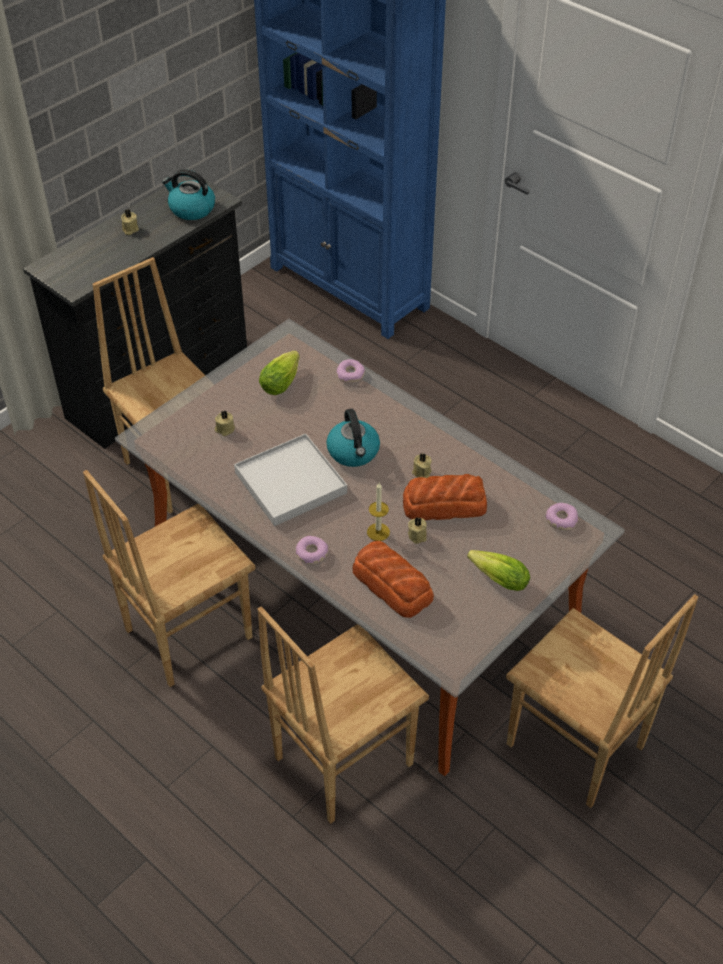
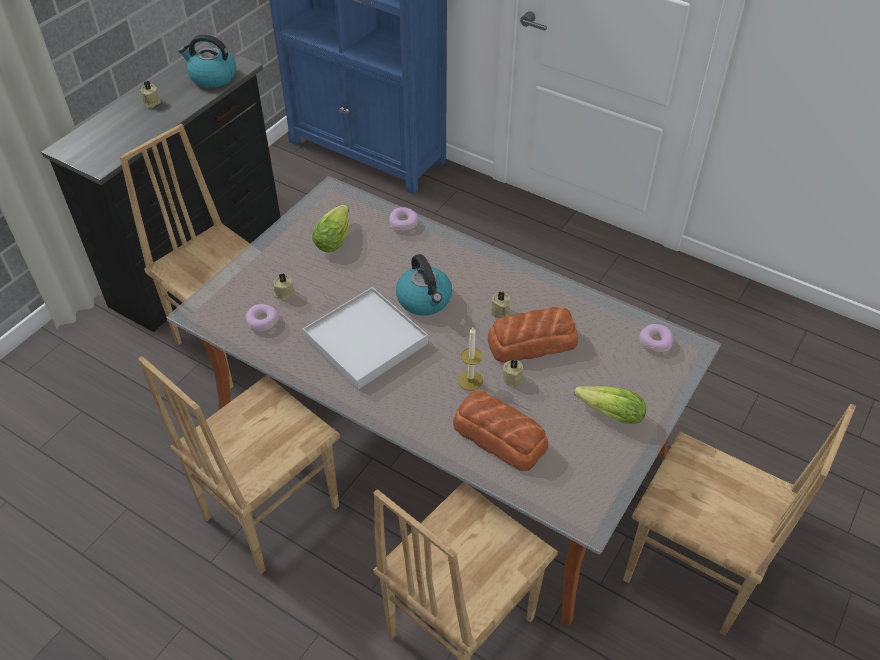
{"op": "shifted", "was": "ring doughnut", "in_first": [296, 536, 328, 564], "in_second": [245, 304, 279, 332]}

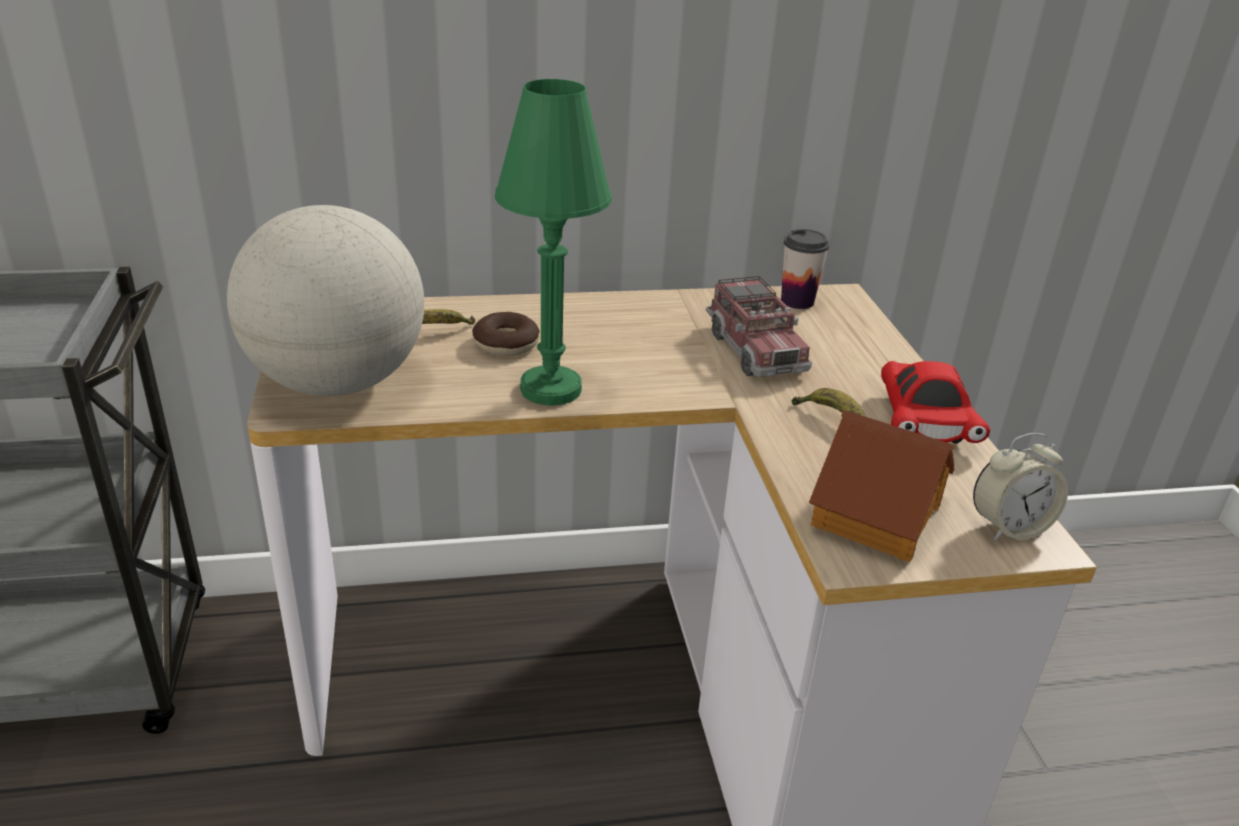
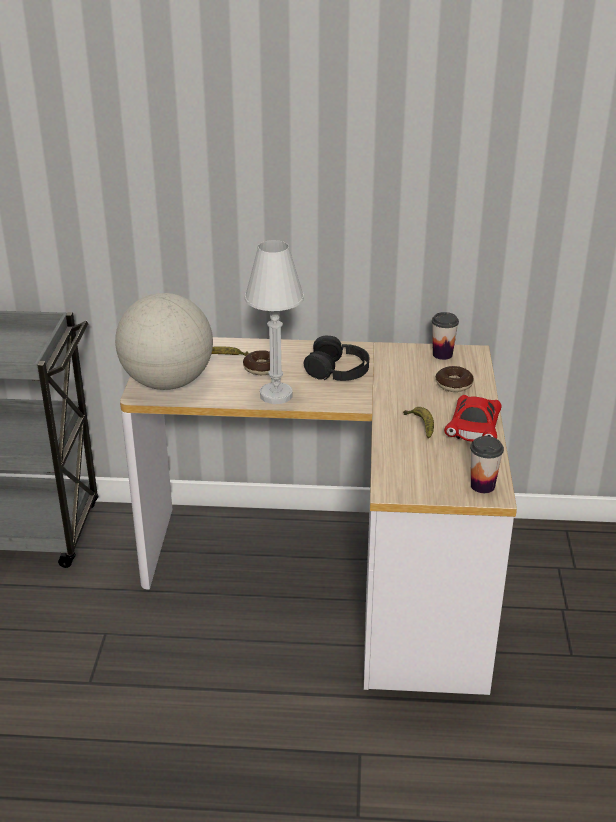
{"op": "repainted", "was": "greenish table lamp", "now": "white-coloured table lamp", "in_first": [495, 79, 612, 406], "in_second": [245, 240, 304, 404]}
{"op": "gone", "was": "model truck", "in_first": [706, 276, 812, 377]}
{"op": "gone", "was": "toy house", "in_first": [809, 410, 955, 562]}
{"op": "swapped", "was": "bedside clock", "now": "cup", "in_first": [973, 433, 1068, 541], "in_second": [470, 436, 504, 493]}
{"op": "new", "now": "blackish headphones", "in_second": [304, 336, 369, 381]}
{"op": "new", "now": "ring doughnut", "in_second": [436, 366, 474, 392]}

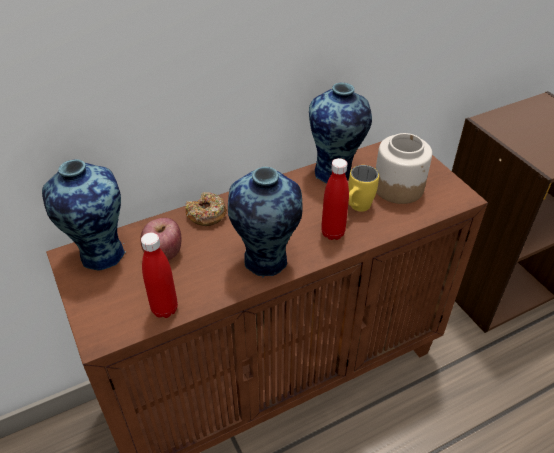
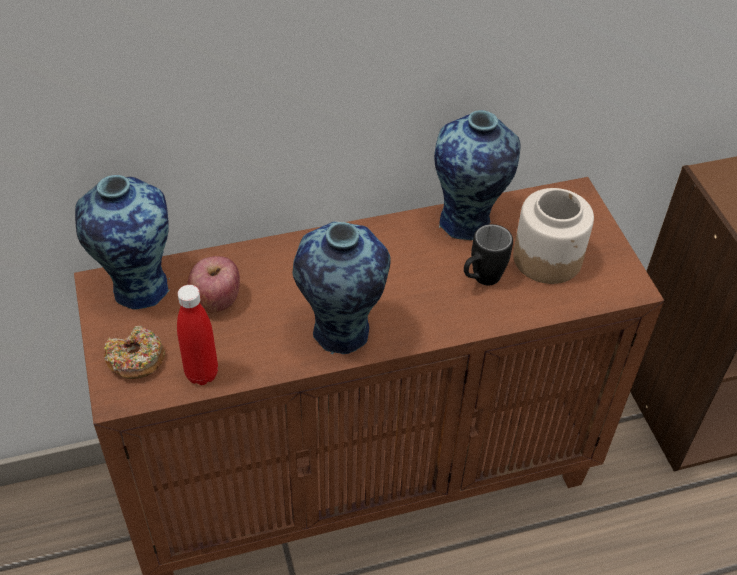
{"op": "gone", "was": "reddish beverage bottle", "in_first": [321, 158, 349, 240]}
{"op": "repainted", "was": "yellow-coloured mug", "now": "blackish mug", "in_first": [348, 165, 379, 212], "in_second": [464, 224, 513, 285]}
{"op": "shifted", "was": "ring doughnut", "in_first": [185, 192, 227, 226], "in_second": [104, 326, 165, 379]}

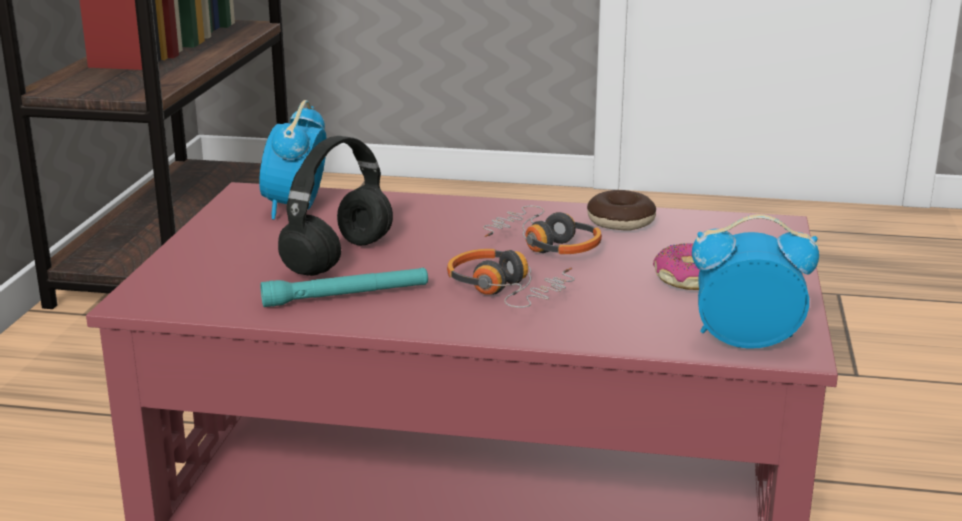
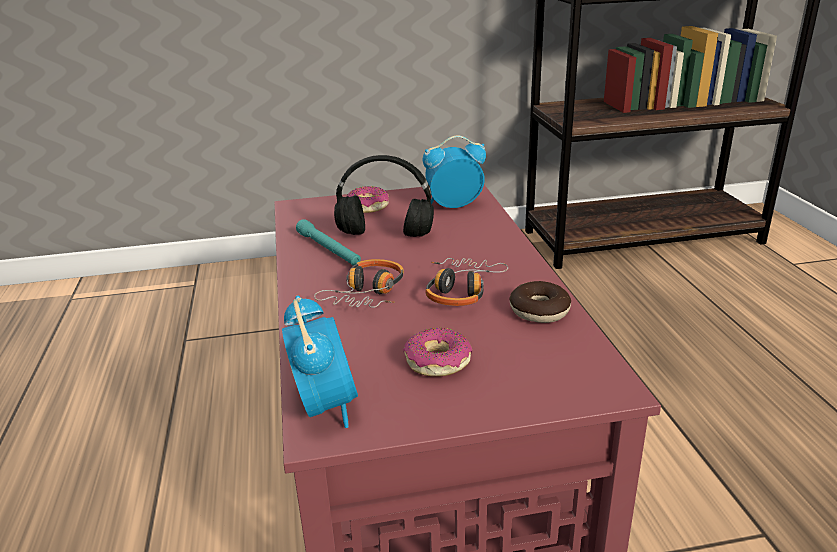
{"op": "new", "now": "ring doughnut", "in_second": [346, 186, 389, 213]}

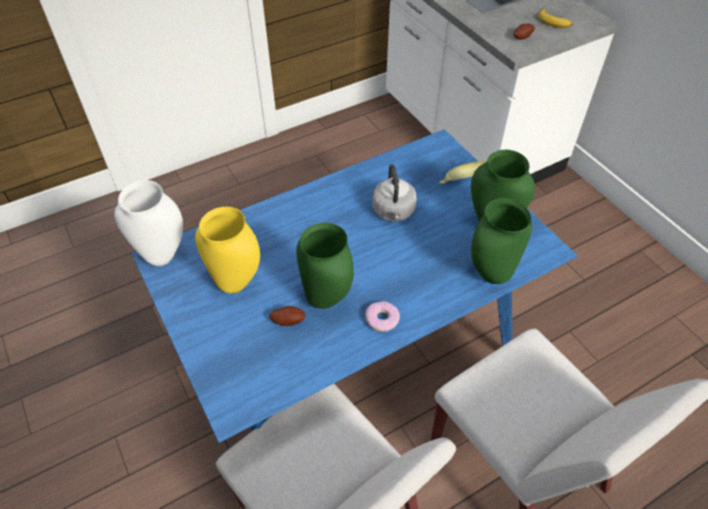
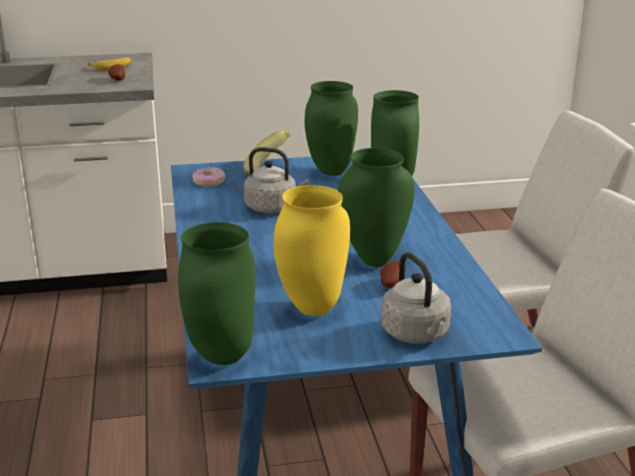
{"op": "repainted", "was": "white-coloured vase", "now": "greenish vase", "in_first": [114, 180, 183, 266], "in_second": [178, 222, 255, 365]}
{"op": "shifted", "was": "ring doughnut", "in_first": [365, 301, 400, 332], "in_second": [192, 167, 225, 187]}
{"op": "new", "now": "greyish water kettle", "in_second": [381, 252, 451, 344]}

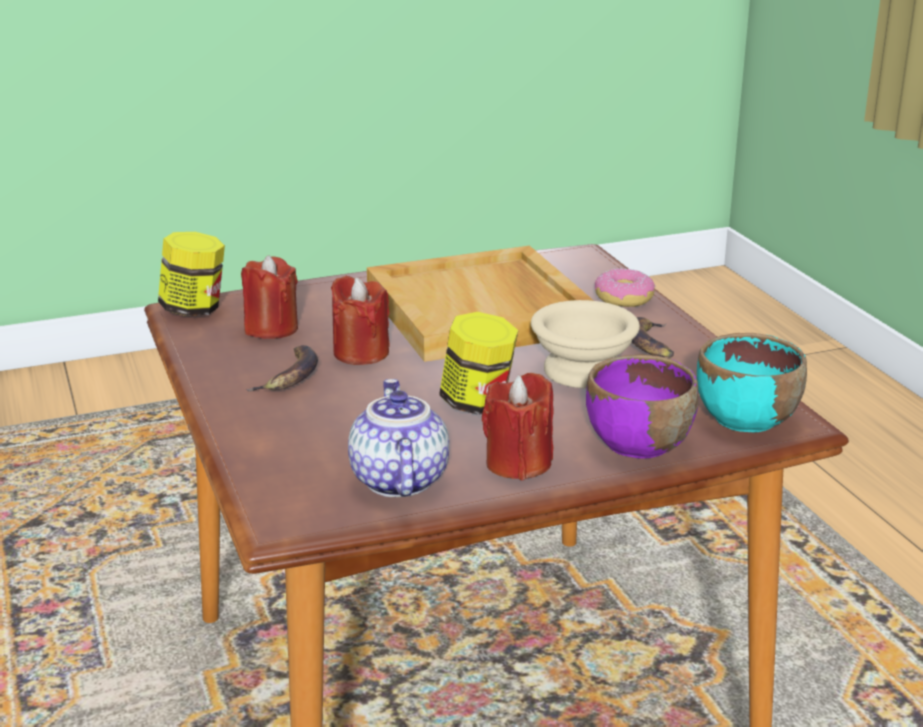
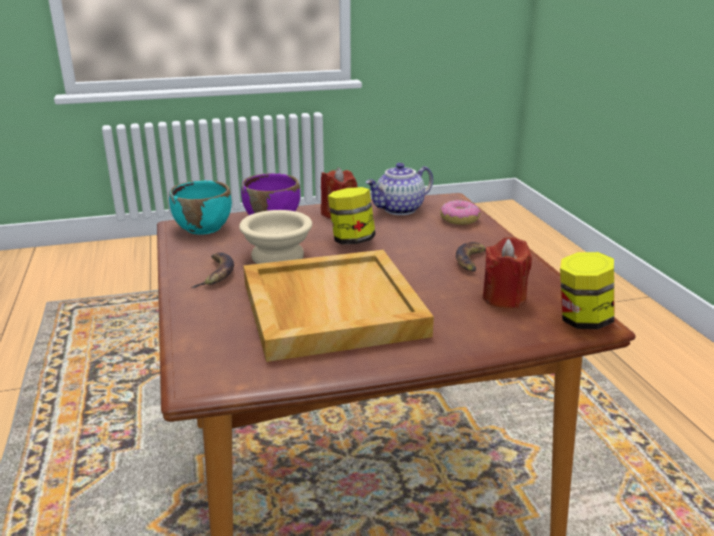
{"op": "shifted", "was": "ring doughnut", "in_first": [595, 268, 655, 307], "in_second": [440, 200, 480, 225]}
{"op": "gone", "was": "reddish candle", "in_first": [331, 276, 390, 365]}
{"op": "rotated", "was": "pot for tea", "in_first": [348, 379, 449, 497], "in_second": [365, 163, 433, 215], "clockwise": 60}

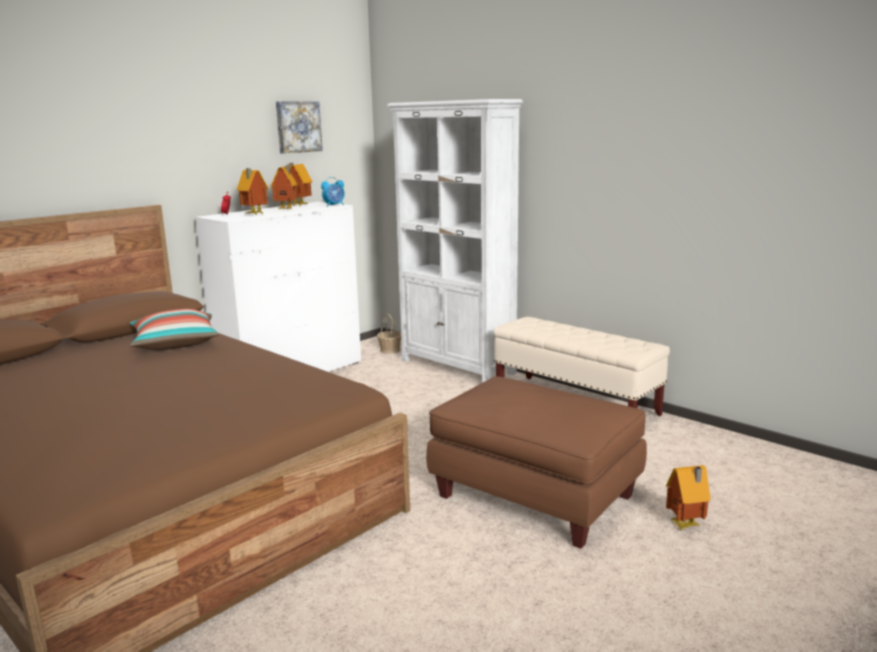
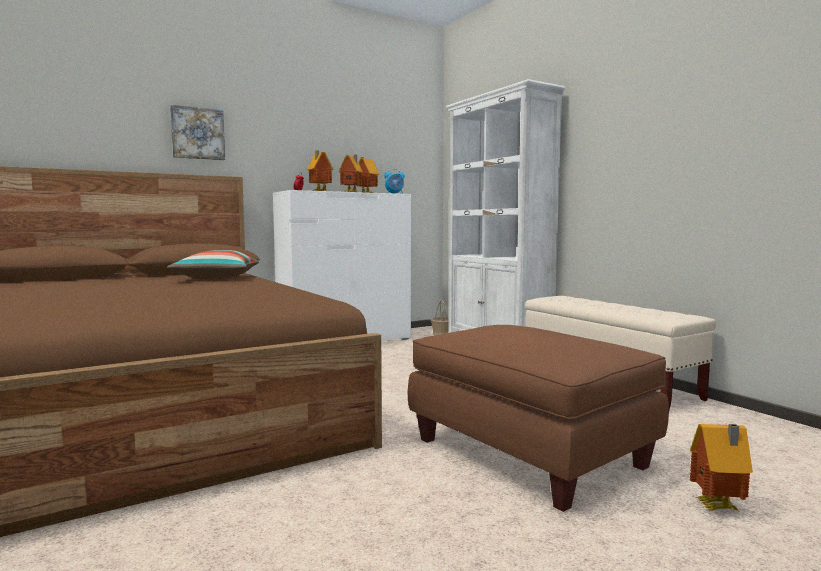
{"op": "shifted", "was": "wall art", "in_first": [276, 101, 323, 154], "in_second": [170, 105, 225, 160]}

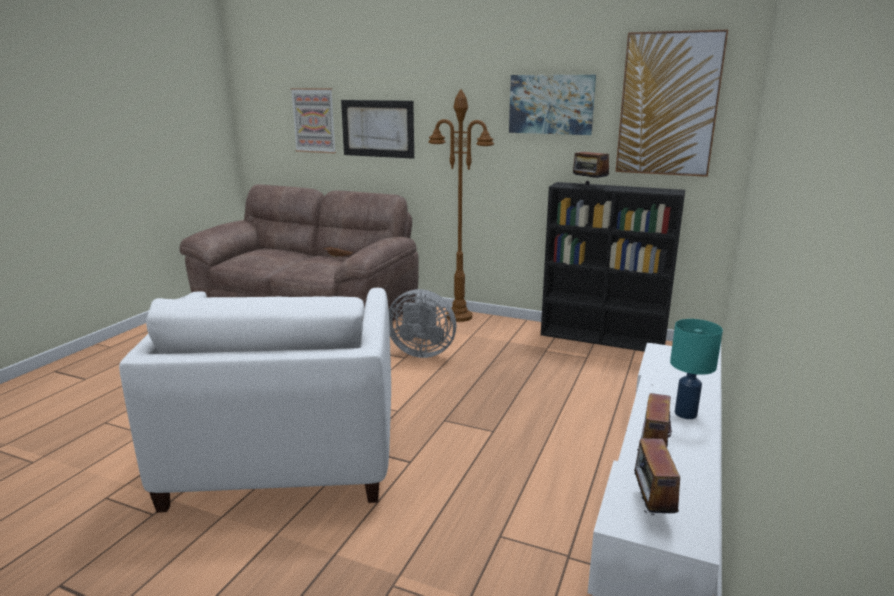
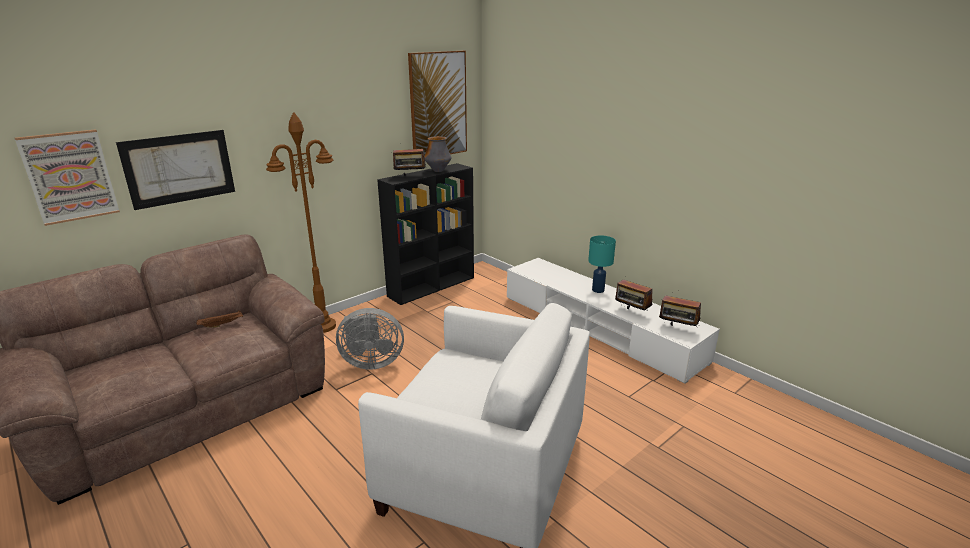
{"op": "gone", "was": "wall art", "in_first": [509, 75, 596, 135]}
{"op": "rotated", "was": "greyish fan", "in_first": [389, 289, 456, 358], "in_second": [336, 308, 404, 370], "clockwise": 45}
{"op": "new", "now": "vase", "in_second": [424, 136, 452, 172]}

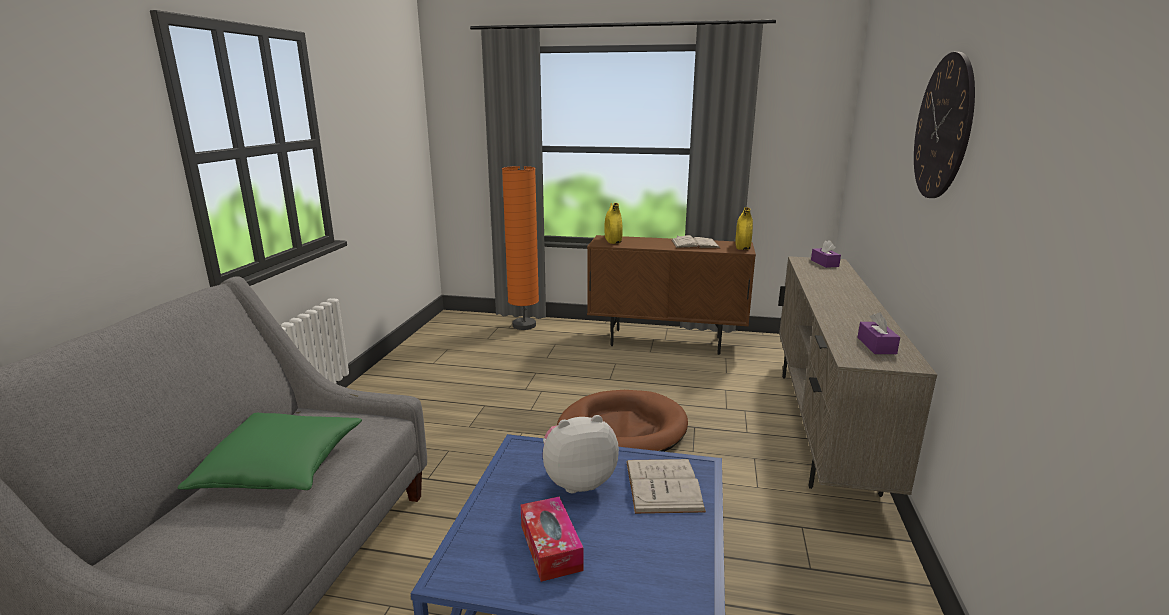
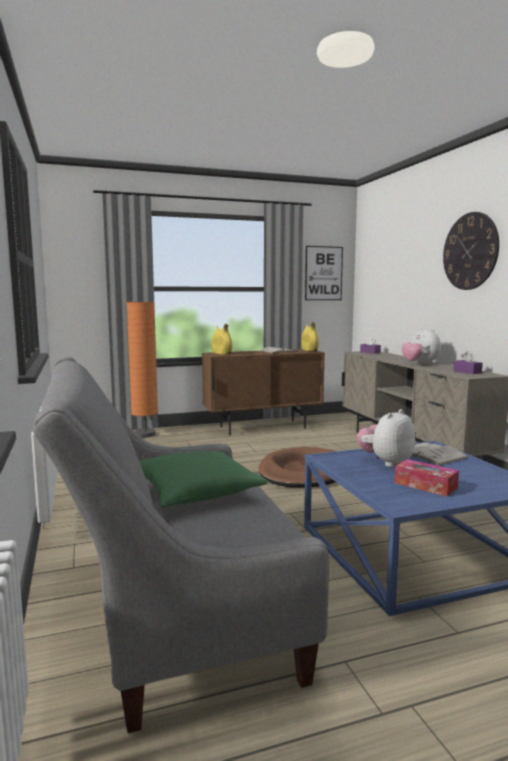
{"op": "new", "now": "wall art", "in_second": [305, 246, 343, 300]}
{"op": "new", "now": "plush toy", "in_second": [401, 328, 441, 365]}

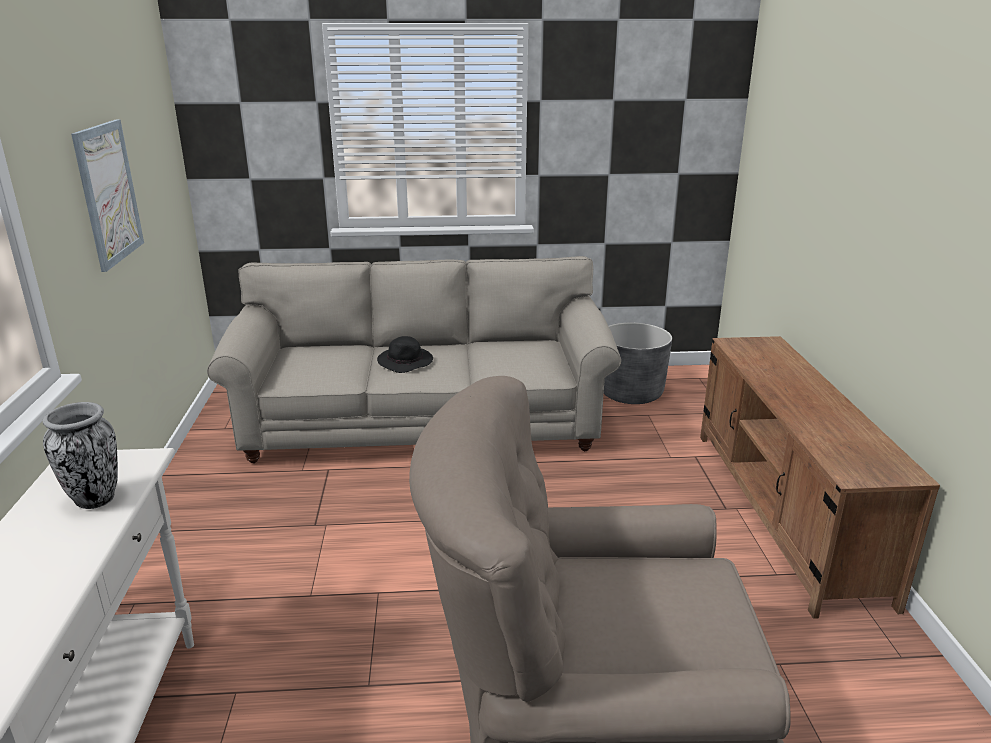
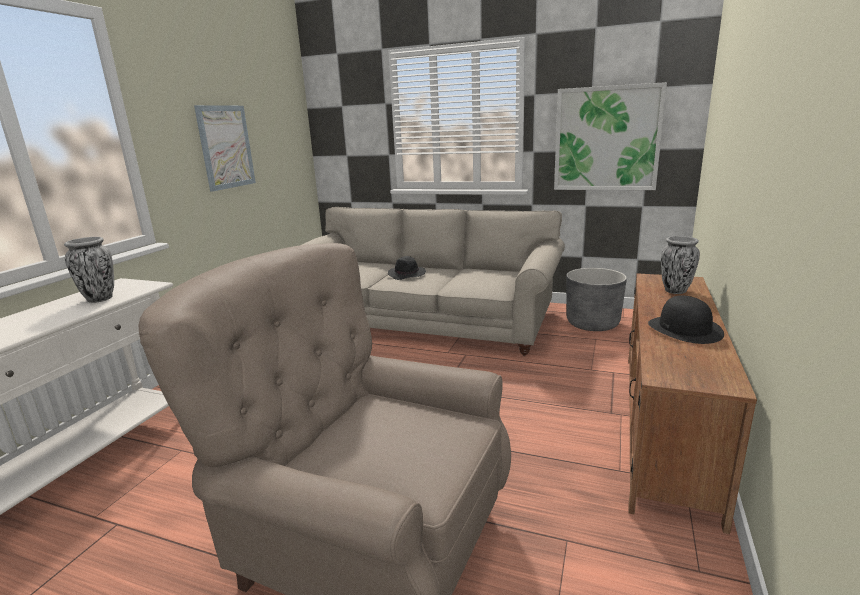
{"op": "new", "now": "wall art", "in_second": [554, 82, 667, 190]}
{"op": "new", "now": "vase", "in_second": [661, 236, 700, 294]}
{"op": "new", "now": "blackish wearable hat", "in_second": [648, 295, 724, 344]}

